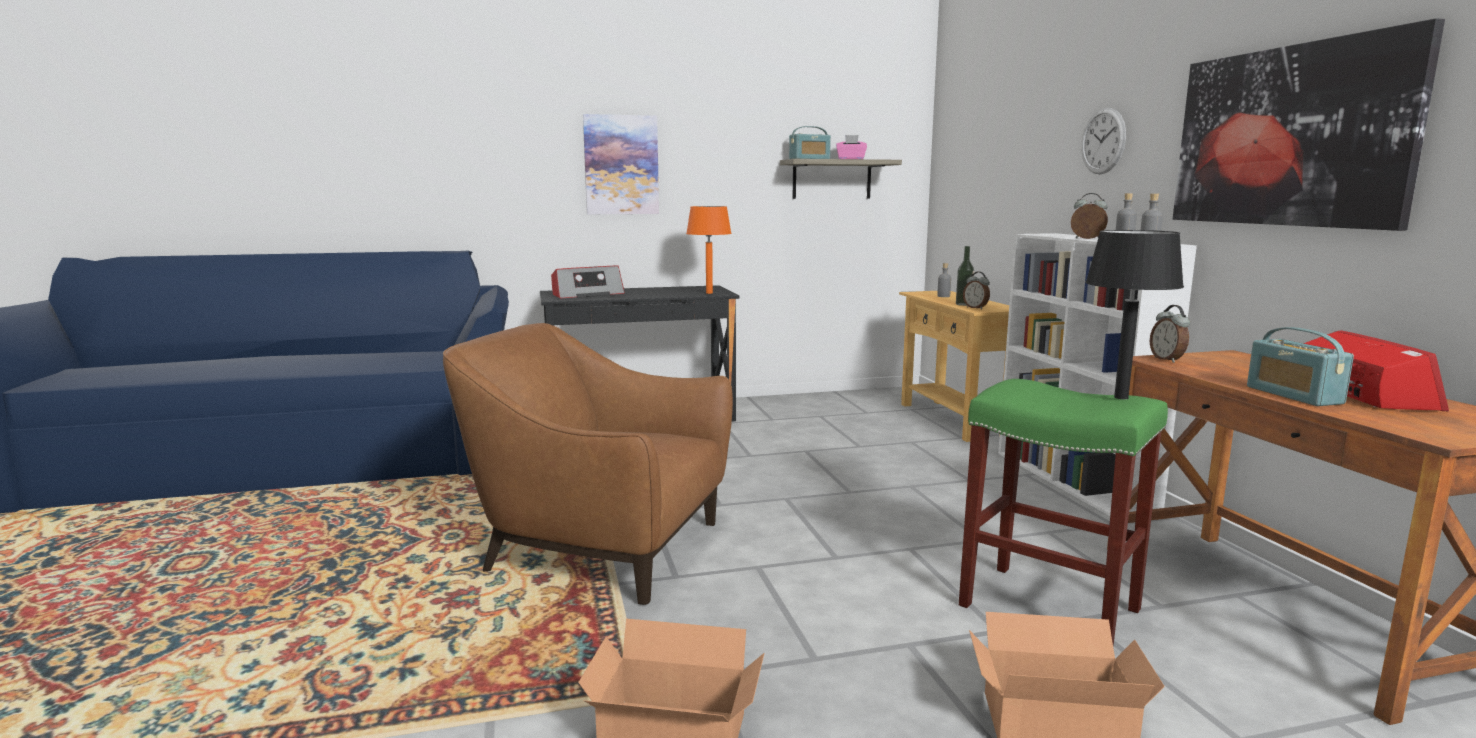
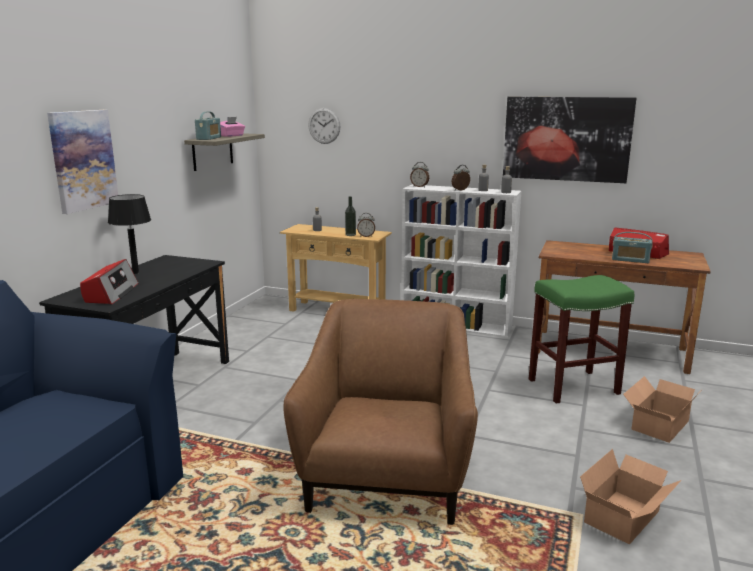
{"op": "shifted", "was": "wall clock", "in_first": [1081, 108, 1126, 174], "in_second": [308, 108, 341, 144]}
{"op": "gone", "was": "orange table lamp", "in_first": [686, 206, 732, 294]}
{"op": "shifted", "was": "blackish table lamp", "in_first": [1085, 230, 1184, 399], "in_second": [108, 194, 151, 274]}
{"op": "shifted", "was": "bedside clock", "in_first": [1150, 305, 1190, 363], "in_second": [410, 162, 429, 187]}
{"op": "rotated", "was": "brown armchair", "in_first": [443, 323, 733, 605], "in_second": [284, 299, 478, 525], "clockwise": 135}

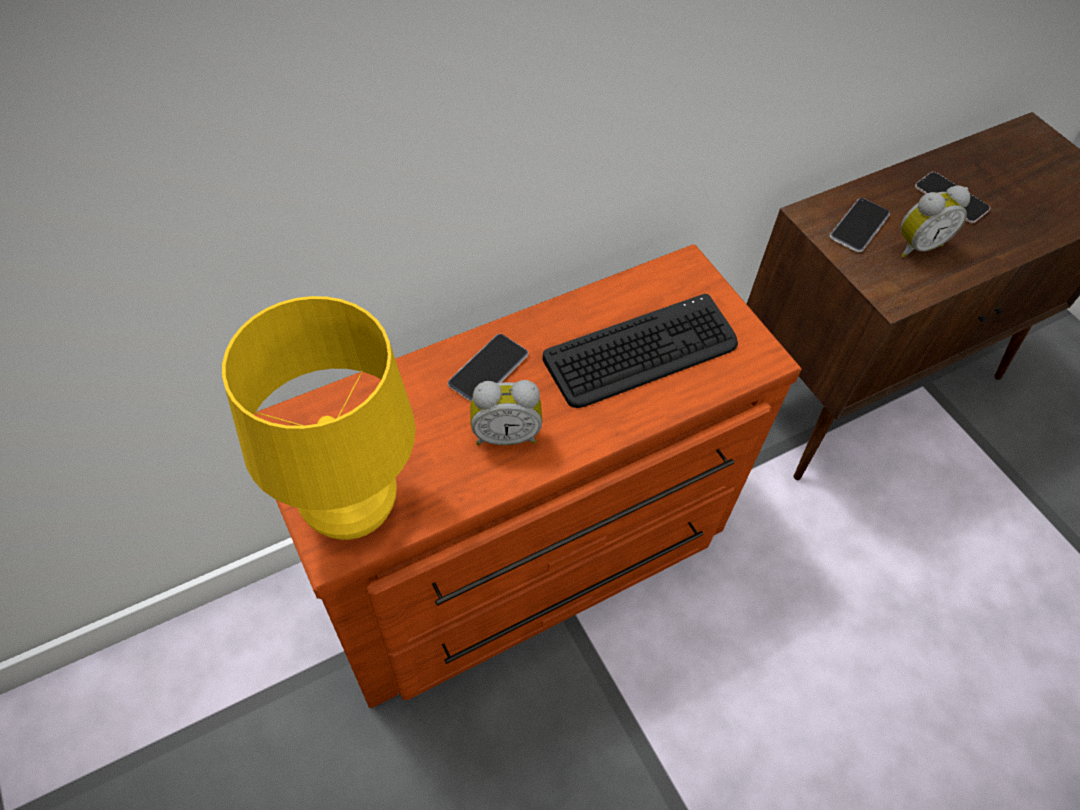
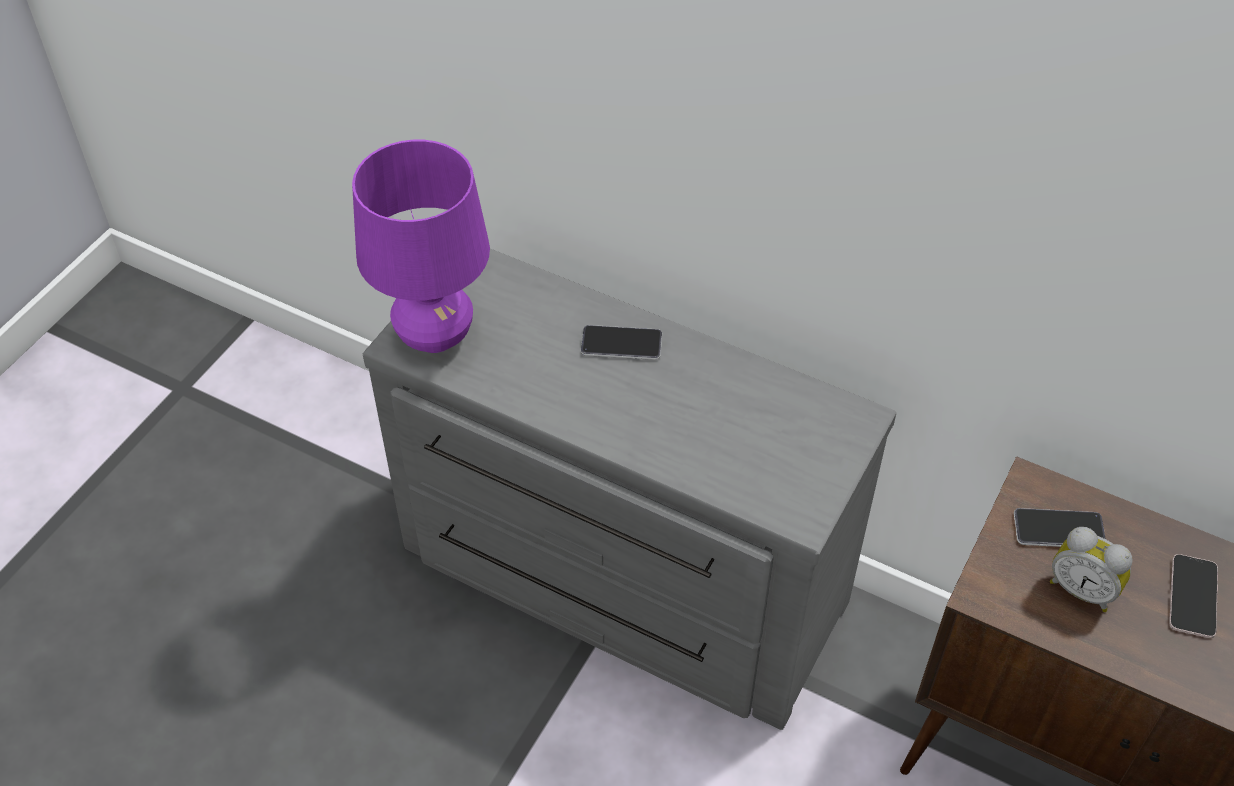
{"op": "repainted", "was": "brown chest of drawers", "now": "greyish chest of drawers", "in_first": [254, 244, 802, 708], "in_second": [362, 249, 896, 730]}
{"op": "gone", "was": "computer keyboard", "in_first": [543, 294, 738, 408]}
{"op": "repainted", "was": "yellow-coloured table lamp", "now": "purplish table lamp", "in_first": [222, 296, 416, 540], "in_second": [352, 140, 490, 353]}
{"op": "gone", "was": "bedside clock", "in_first": [470, 380, 542, 445]}

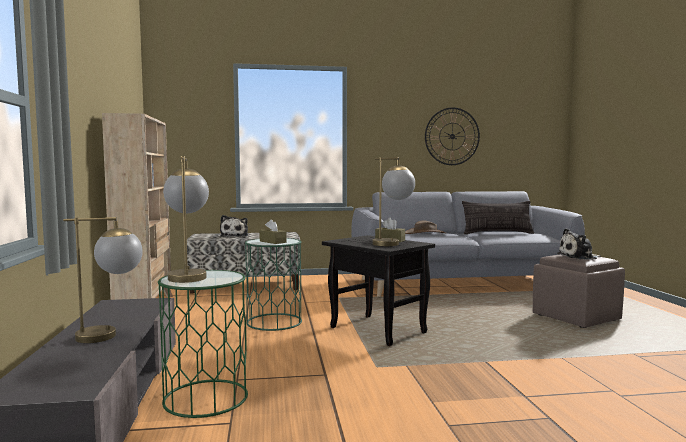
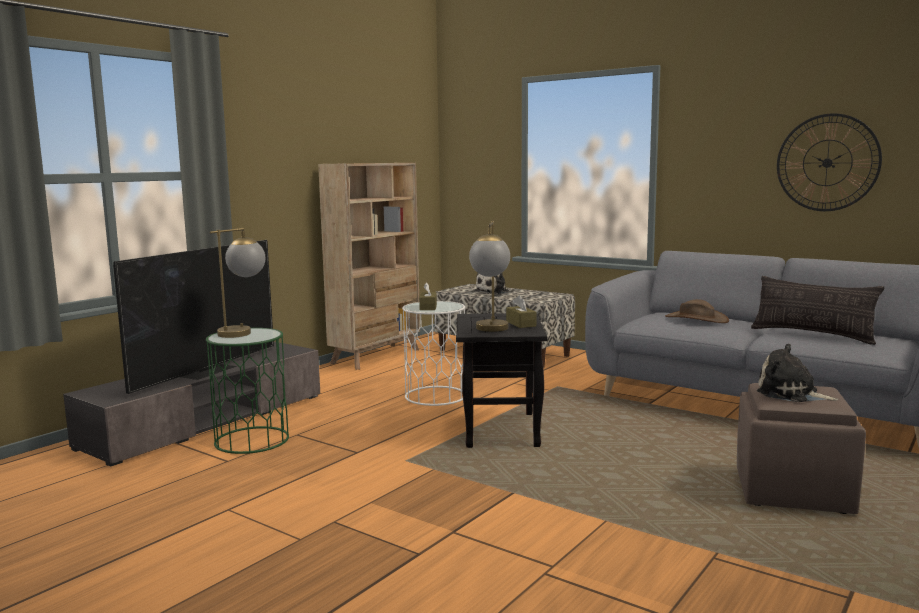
{"op": "swapped", "was": "table lamp", "now": "TV set", "in_first": [63, 217, 143, 343], "in_second": [113, 240, 274, 394]}
{"op": "repainted", "was": "greenish accent table", "now": "white-coloured accent table", "in_first": [245, 238, 302, 331], "in_second": [402, 301, 465, 406]}

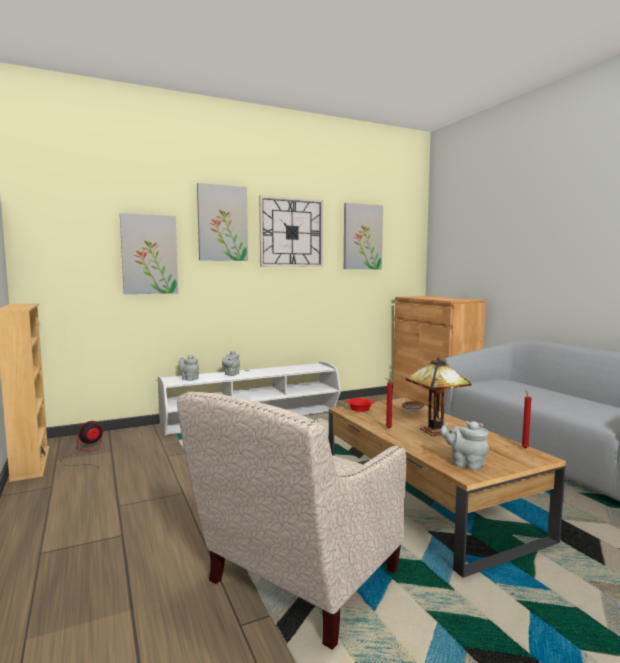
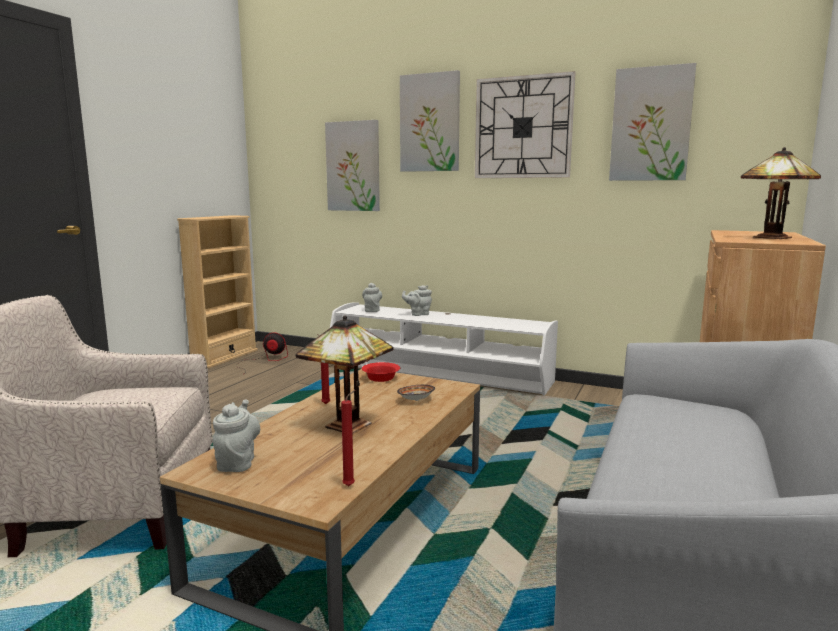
{"op": "new", "now": "table lamp", "in_second": [741, 147, 821, 239]}

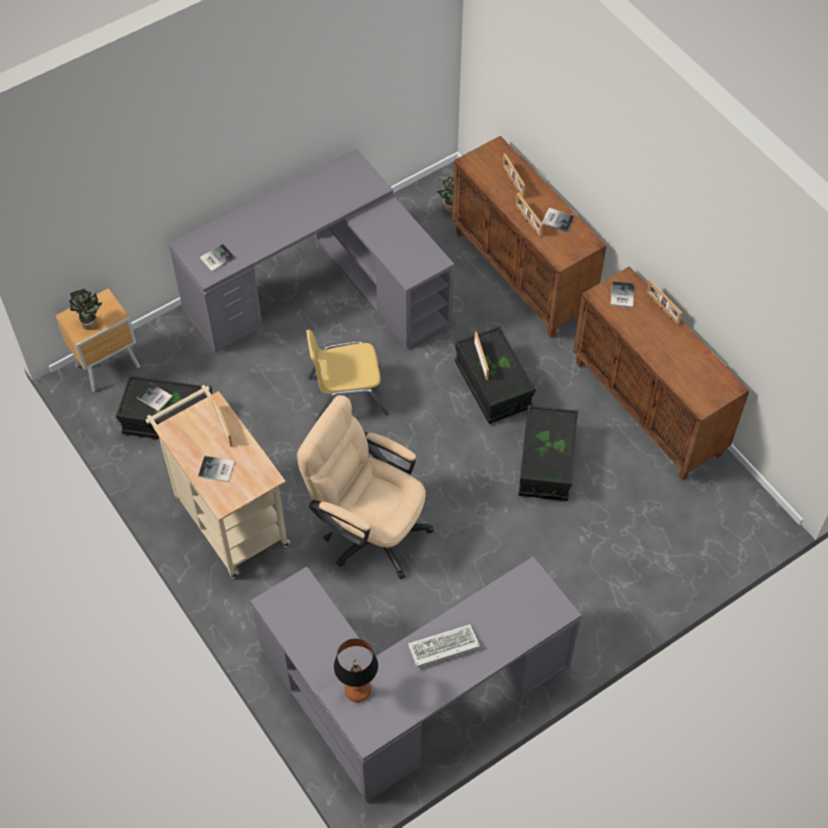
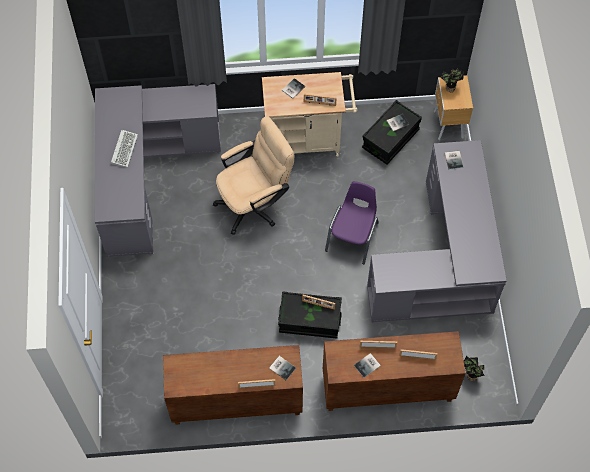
{"op": "repainted", "was": "yellow-coloured chair", "now": "purplish chair", "in_first": [306, 330, 389, 422], "in_second": [325, 181, 379, 264]}
{"op": "gone", "was": "blackish storage container", "in_first": [518, 405, 578, 501]}
{"op": "gone", "was": "table lamp", "in_first": [334, 639, 378, 702]}

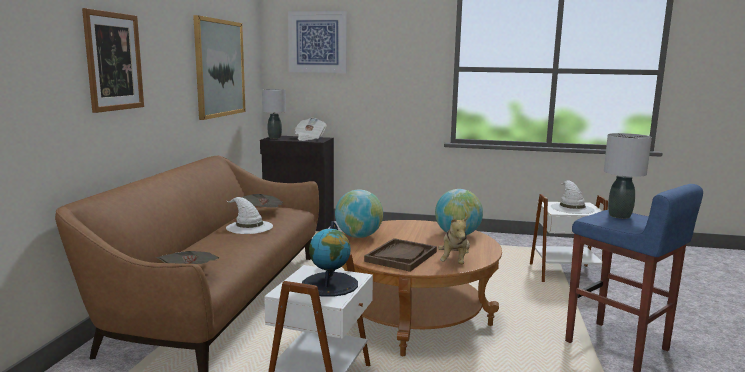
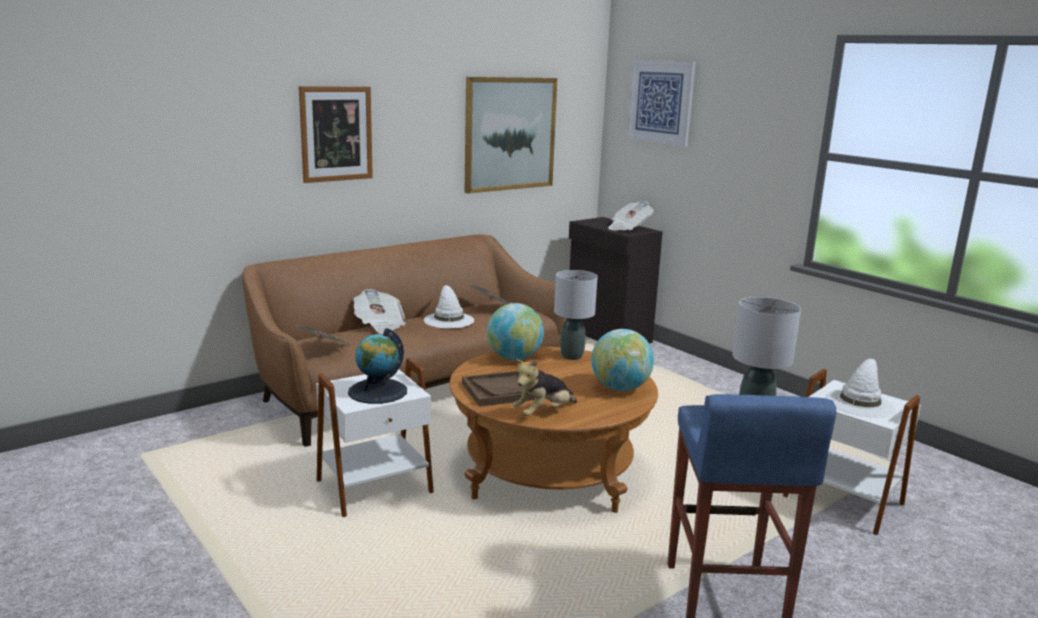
{"op": "shifted", "was": "greyish table lamp", "in_first": [262, 89, 286, 139], "in_second": [554, 270, 598, 360]}
{"op": "new", "now": "printed paper", "in_second": [353, 289, 406, 334]}

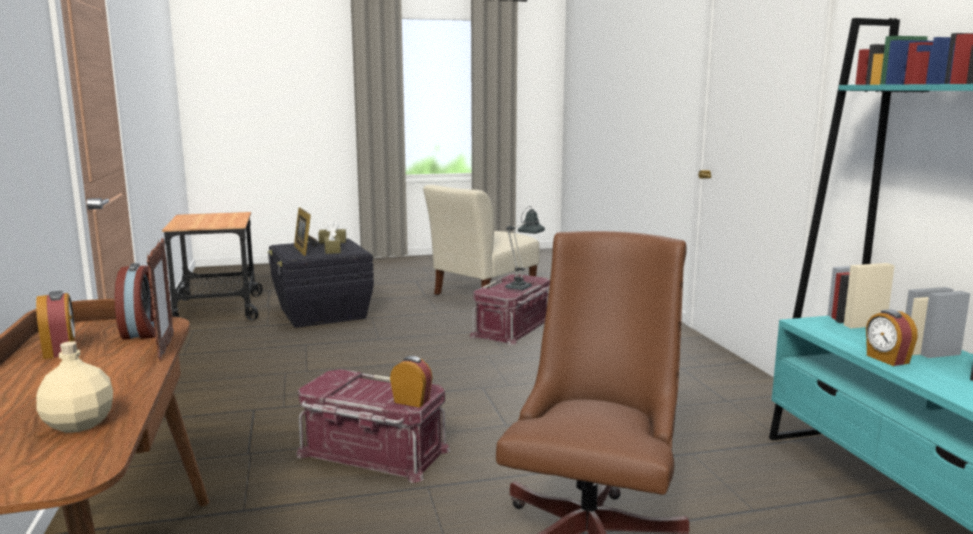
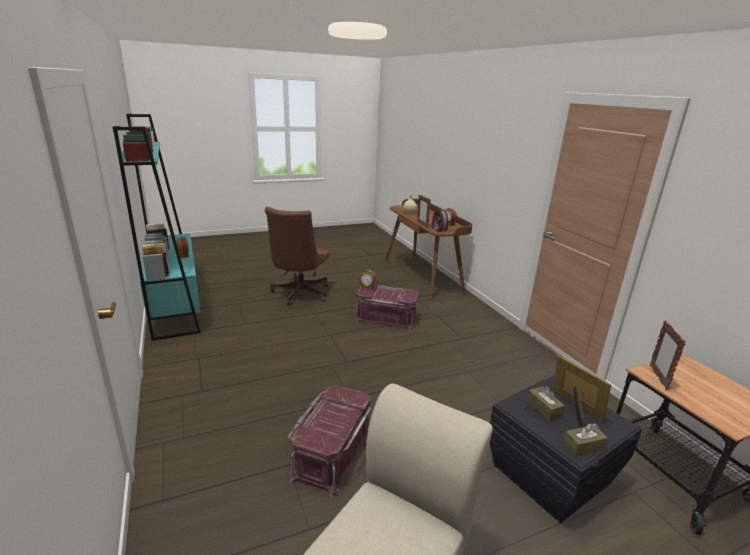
{"op": "gone", "was": "table lamp", "in_first": [505, 206, 545, 291]}
{"op": "new", "now": "standing frame", "in_second": [650, 320, 685, 390]}

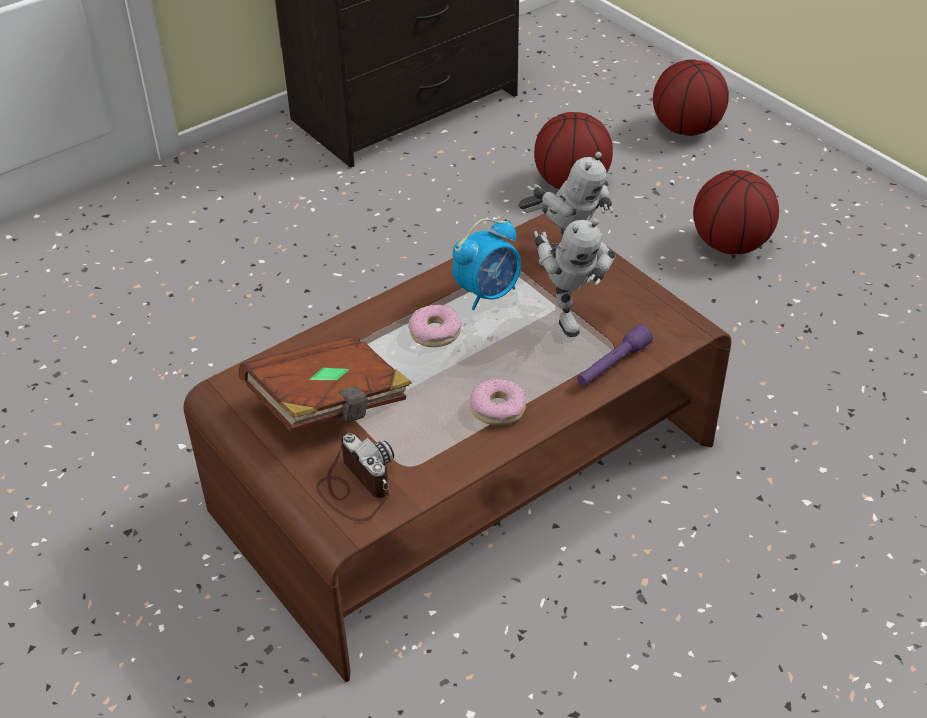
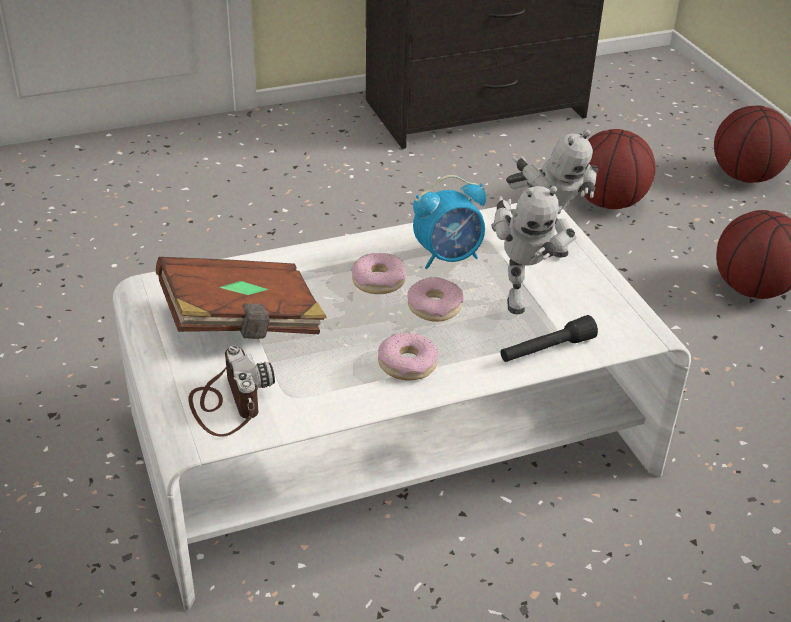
{"op": "repainted", "was": "brown coffee table", "now": "white-coloured coffee table", "in_first": [184, 213, 731, 682], "in_second": [113, 203, 691, 610]}
{"op": "repainted", "was": "purplish flashlight", "now": "blackish flashlight", "in_first": [577, 324, 653, 386], "in_second": [501, 315, 598, 362]}
{"op": "new", "now": "ring doughnut", "in_second": [407, 277, 464, 322]}

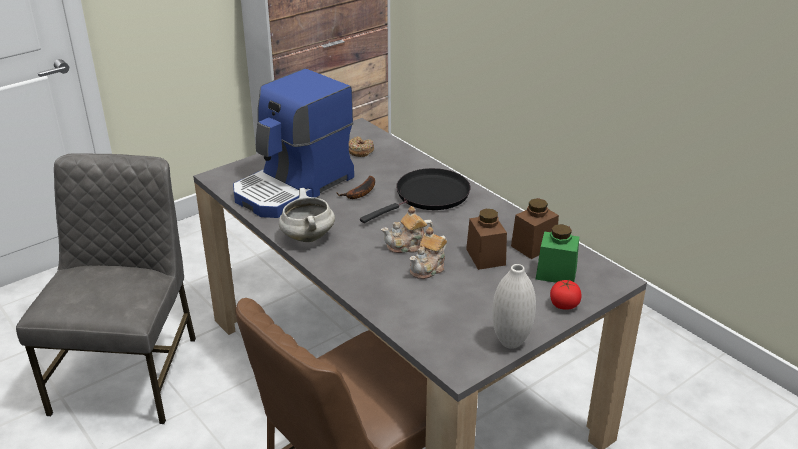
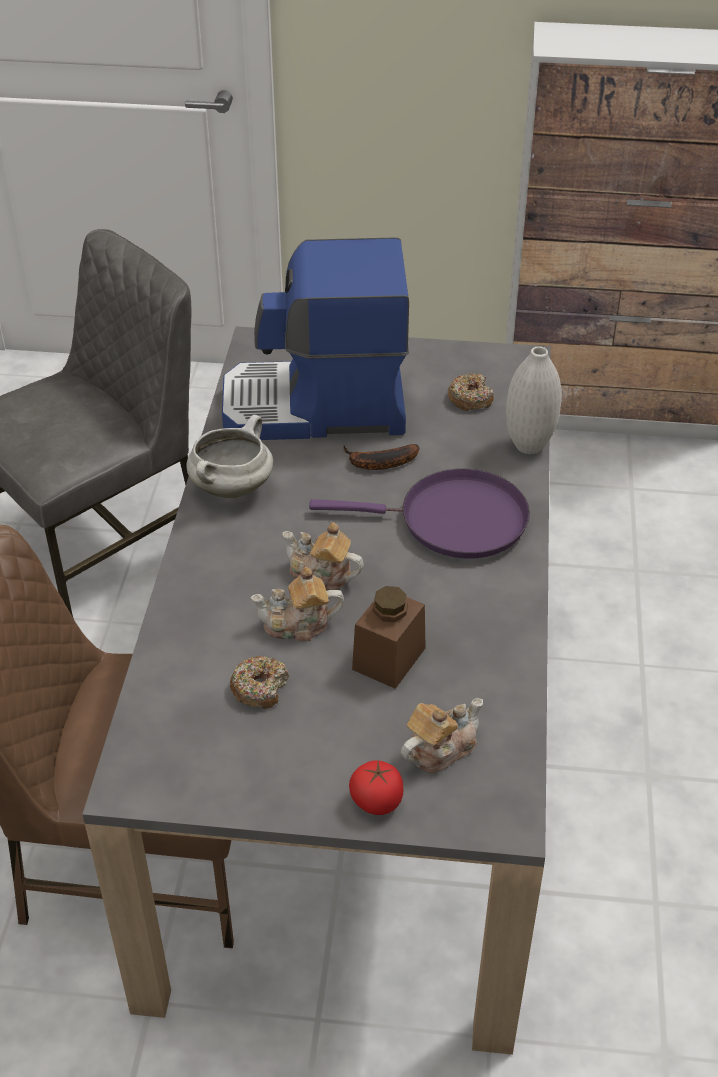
{"op": "repainted", "was": "blackish skillet", "now": "purplish skillet", "in_first": [360, 168, 470, 223], "in_second": [309, 469, 530, 559]}
{"op": "gone", "was": "brown preserve jar", "in_first": [511, 198, 559, 259]}
{"op": "swapped", "was": "greenish preserve jar", "now": "pot for tea", "in_first": [536, 224, 579, 283], "in_second": [401, 698, 483, 773]}
{"op": "shifted", "was": "white-coloured vase", "in_first": [492, 264, 536, 349], "in_second": [506, 346, 562, 454]}
{"op": "new", "now": "ring doughnut", "in_second": [230, 656, 289, 709]}

